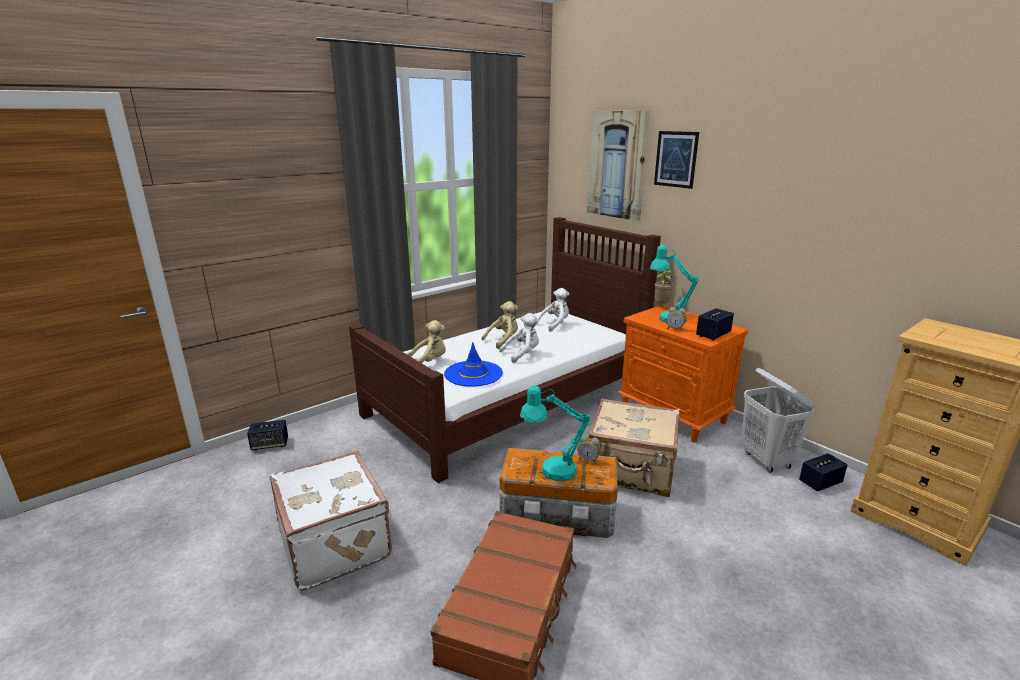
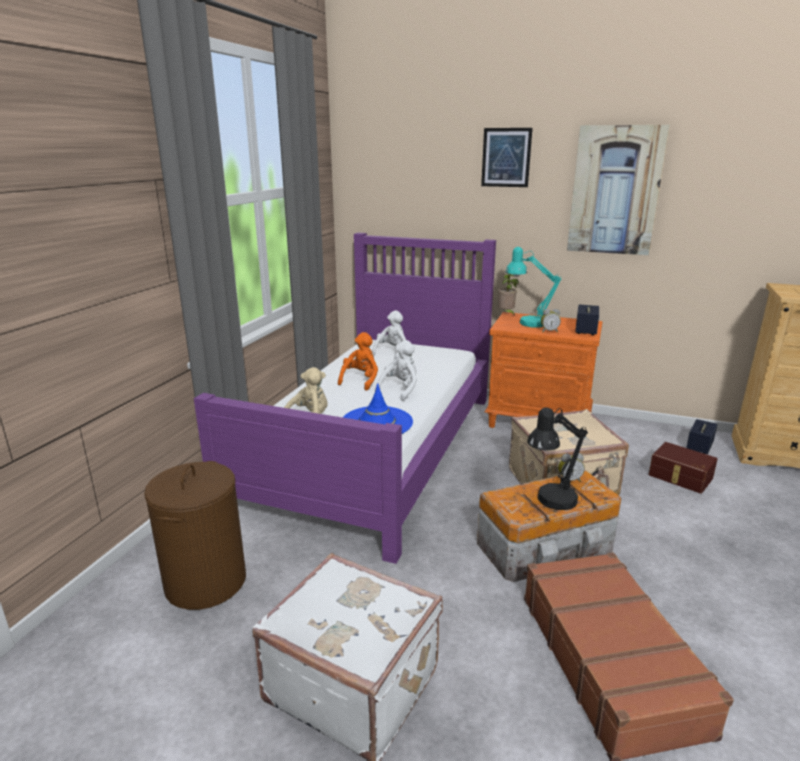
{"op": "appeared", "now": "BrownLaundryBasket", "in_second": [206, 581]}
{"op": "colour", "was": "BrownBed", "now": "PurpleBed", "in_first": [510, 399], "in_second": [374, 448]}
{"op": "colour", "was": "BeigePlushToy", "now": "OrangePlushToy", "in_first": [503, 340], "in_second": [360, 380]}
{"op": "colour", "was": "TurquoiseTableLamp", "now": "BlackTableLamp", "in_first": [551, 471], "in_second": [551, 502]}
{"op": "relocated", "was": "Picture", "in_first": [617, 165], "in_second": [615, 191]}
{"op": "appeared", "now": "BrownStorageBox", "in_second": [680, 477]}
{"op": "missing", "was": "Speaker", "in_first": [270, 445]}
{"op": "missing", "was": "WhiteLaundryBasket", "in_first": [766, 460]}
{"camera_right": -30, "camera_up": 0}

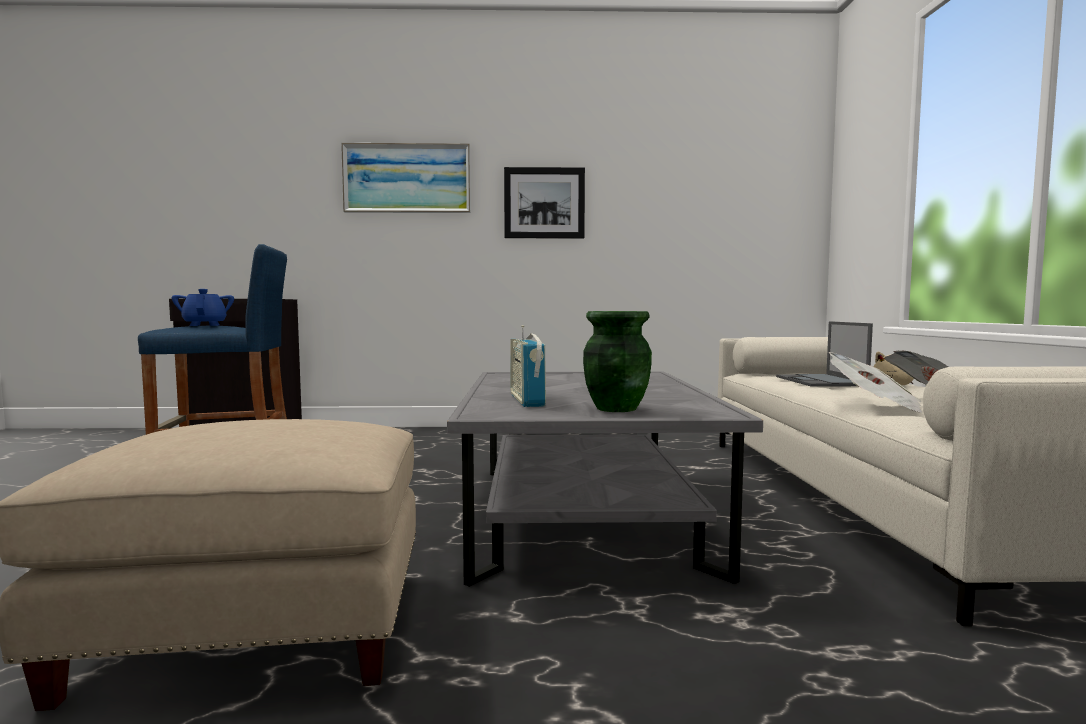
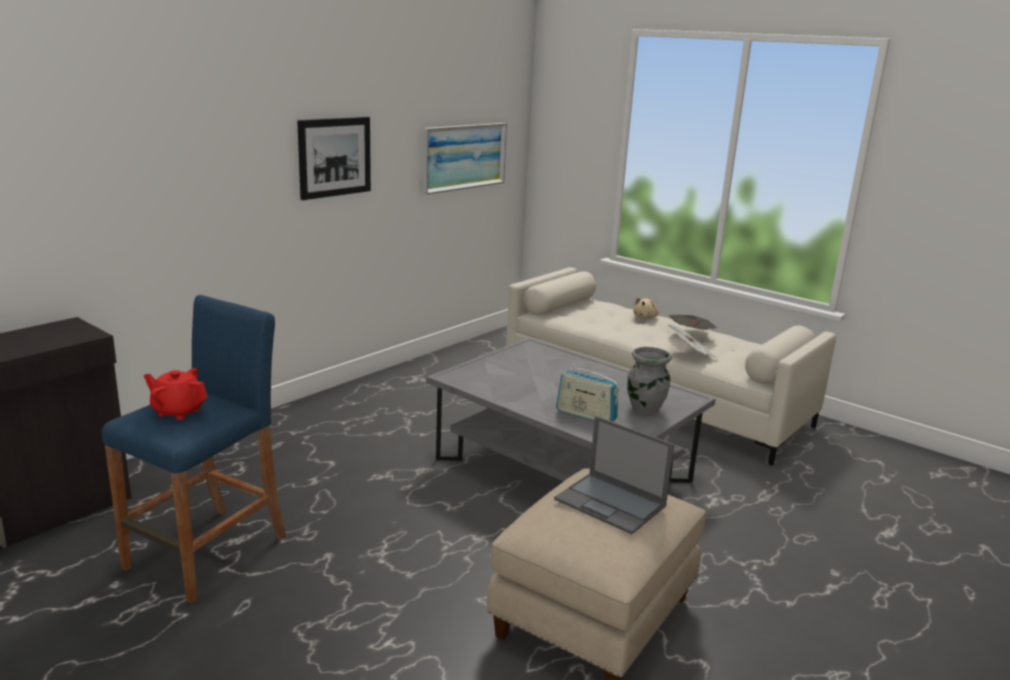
{"op": "colour", "was": "BlueTeapot", "now": "RedTeapot", "in_first": [205, 325], "in_second": [178, 411]}
{"op": "relocated", "was": "Picture", "in_first": [407, 178], "in_second": [464, 156]}
{"op": "relocated", "was": "Laptop", "in_first": [821, 381], "in_second": [611, 503]}
{"op": "colour", "was": "GreenVase", "now": "GreyVase", "in_first": [615, 408], "in_second": [644, 409]}
{"camera_right": -50, "camera_up": 15}

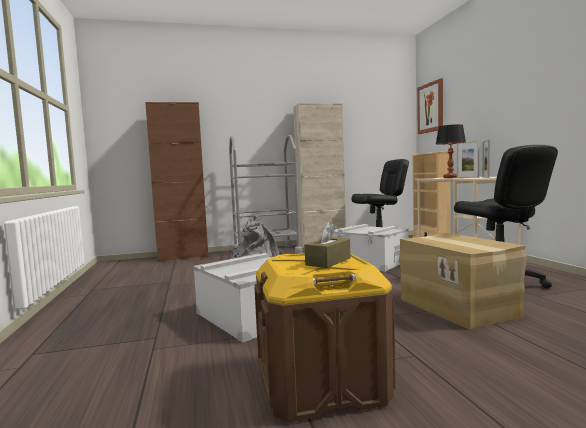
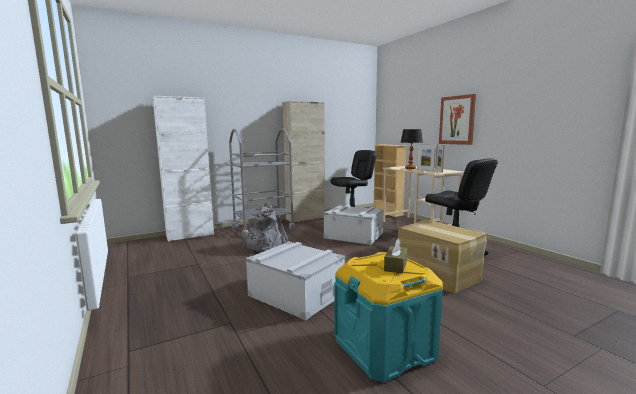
{"op": "colour", "was": "BrownCabinet", "now": "WhiteCabinet", "in_first": [183, 257], "in_second": [190, 235]}
{"op": "colour", "was": "BrownStorageBox", "now": "TurquoiseStorageBox", "in_first": [321, 383], "in_second": [385, 348]}
{"op": "relocated", "was": "Picture", "in_first": [430, 107], "in_second": [457, 120]}
{"camera_right": -15, "camera_up": 5}

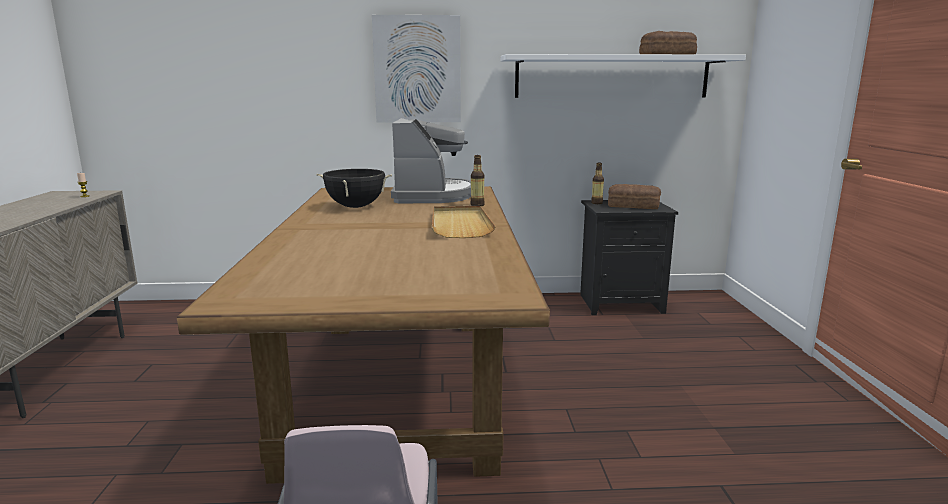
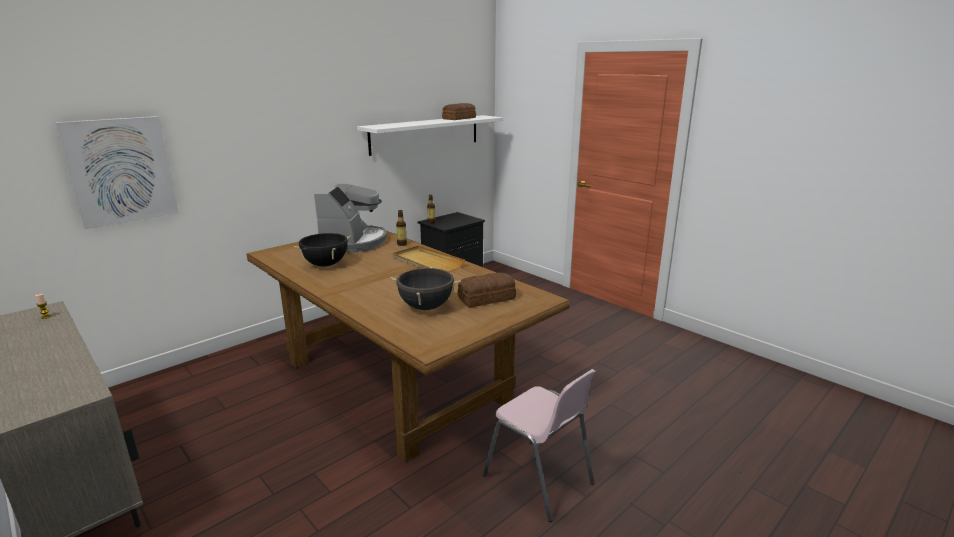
{"op": "relocated", "was": "Picture", "in_first": [417, 70], "in_second": [121, 171]}
{"op": "spun", "was": "CoffeeMachine", "in_first": [432, 195], "in_second": [353, 242], "clockwise": 45}
{"op": "appeared", "now": "BlackCookingPot", "in_second": [426, 307]}
{"op": "relocated", "was": "Bread", "in_first": [634, 206], "in_second": [487, 298]}
{"camera_right": -40, "camera_up": 5}

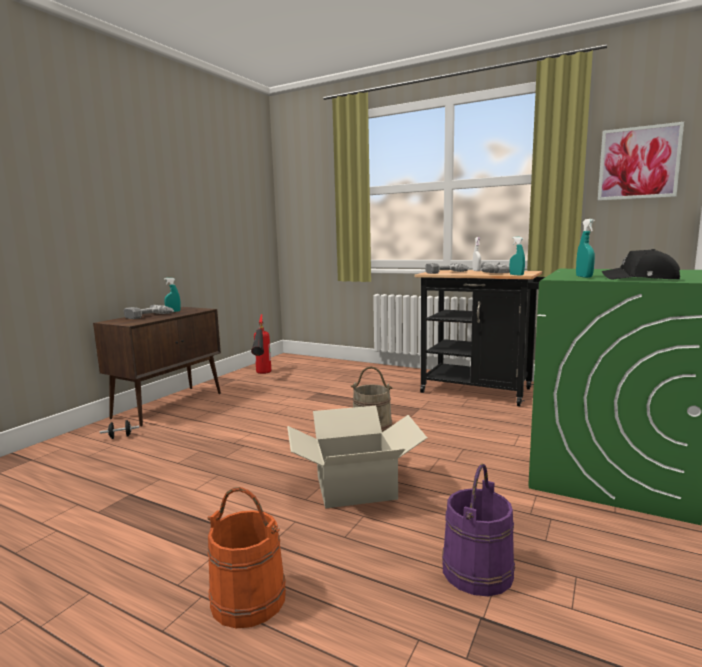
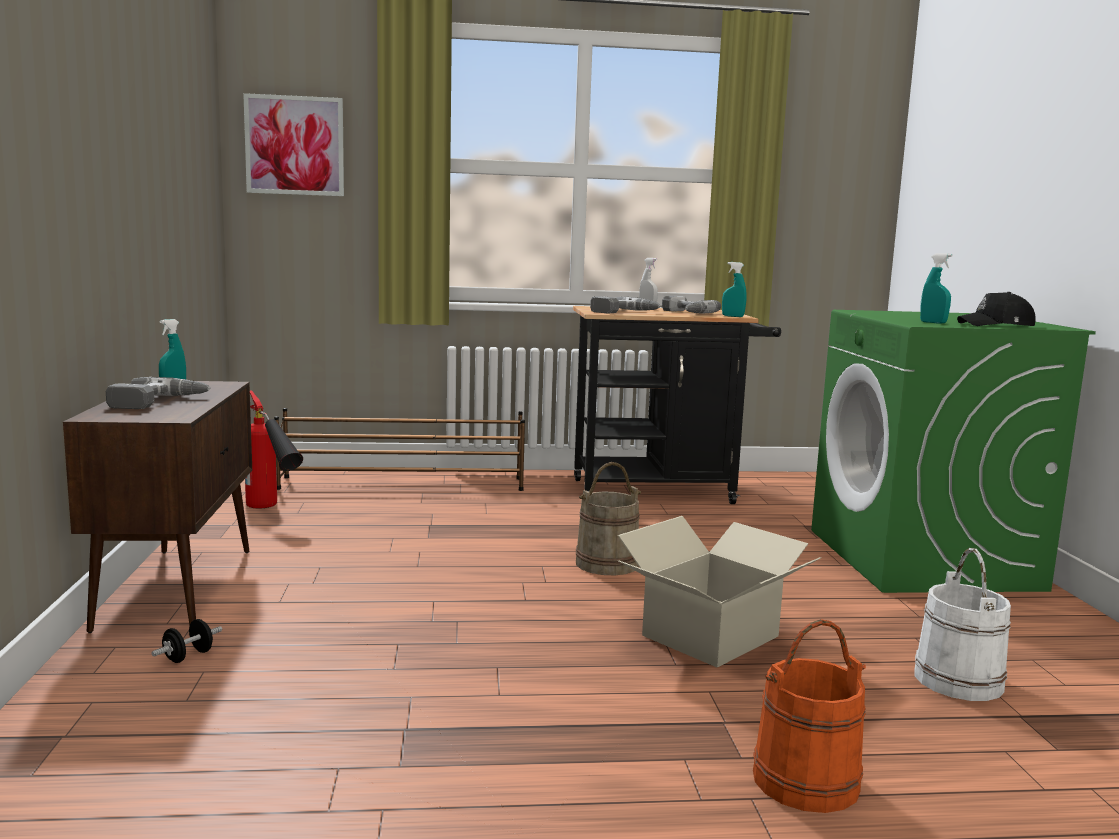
{"op": "relocated", "was": "Picture", "in_first": [638, 163], "in_second": [295, 145]}
{"op": "appeared", "now": "BrownShoeRack", "in_second": [404, 484]}
{"op": "colour", "was": "PurpleBucket", "now": "WhiteBucket", "in_first": [477, 571], "in_second": [959, 680]}
{"camera_right": -35, "camera_up": 0}

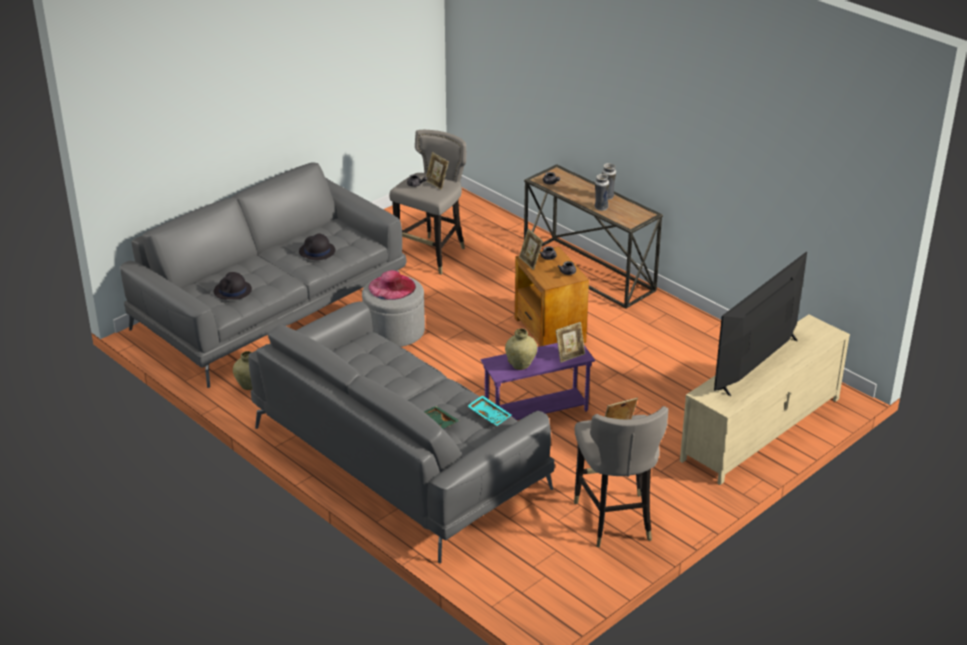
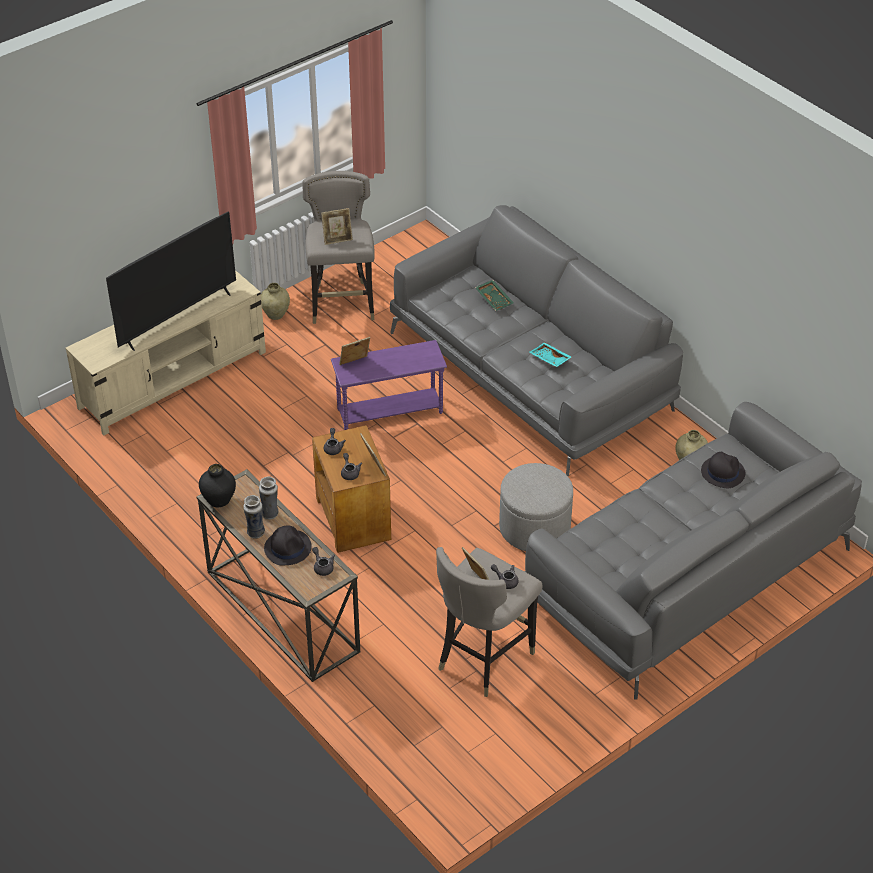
{"op": "appeared", "now": "BlackVase", "in_second": [219, 501]}
{"op": "relocated", "was": "BeigeVase", "in_first": [520, 365], "in_second": [275, 315]}
{"op": "relocated", "was": "BlackHat", "in_first": [317, 251], "in_second": [288, 548]}
{"op": "relocated", "was": "TurquoiseTray", "in_first": [489, 415], "in_second": [549, 359]}
{"op": "missing", "was": "PinkHat", "in_first": [392, 287]}
{"camera_right": -175, "camera_up": 10}

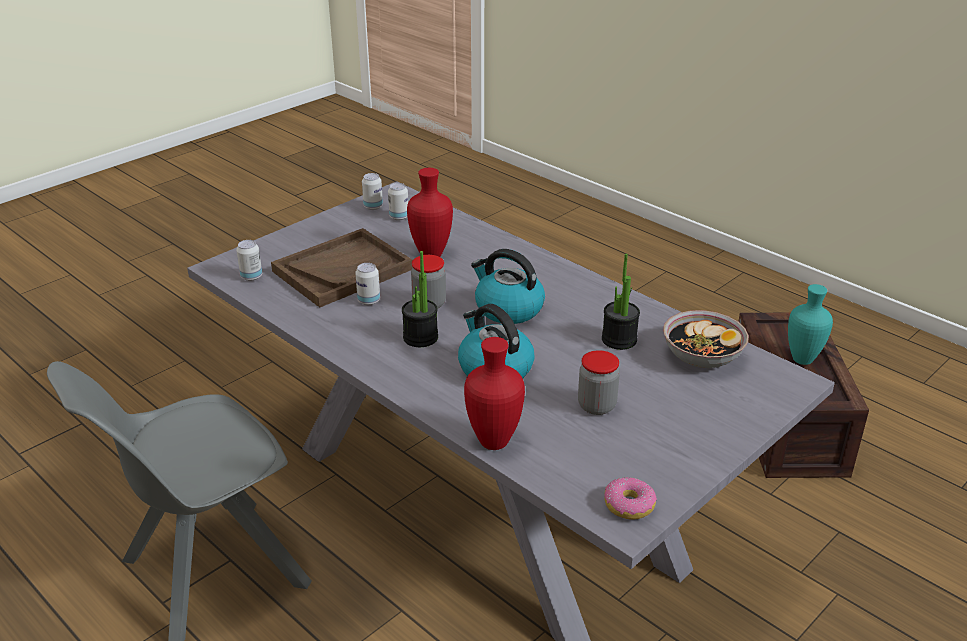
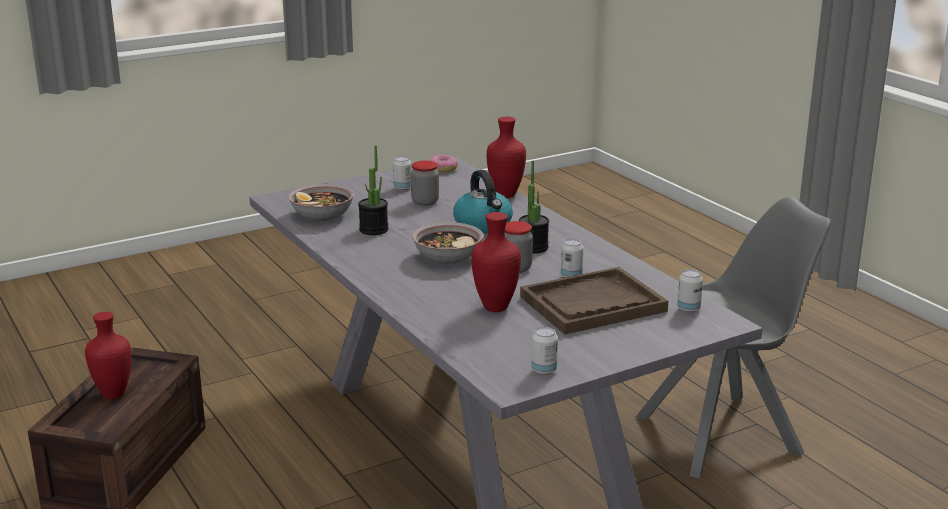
{"op": "colour", "was": "TurquoiseVase", "now": "RedVase", "in_first": [803, 360], "in_second": [114, 394]}
{"op": "relocated", "was": "Can", "in_first": [399, 217], "in_second": [402, 188]}
{"op": "exchanged", "was": "Kettle", "now": "Bowl", "in_first": [508, 309], "in_second": [448, 257]}
{"camera_right": -165, "camera_up": -10}

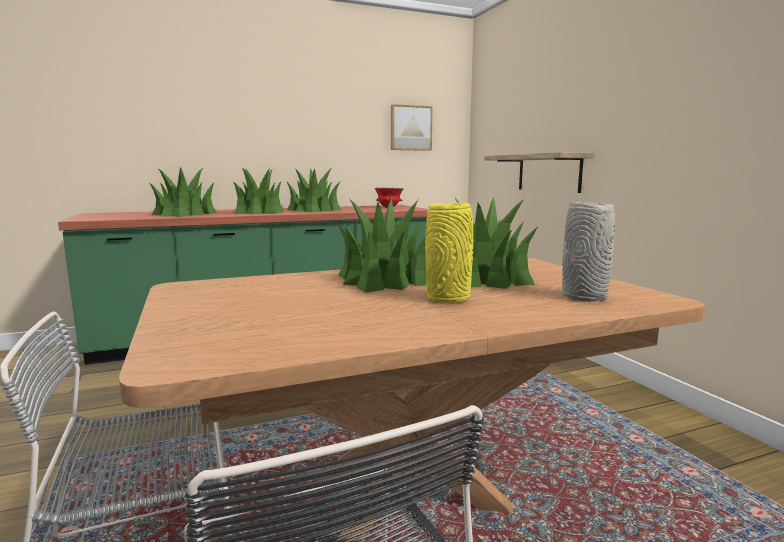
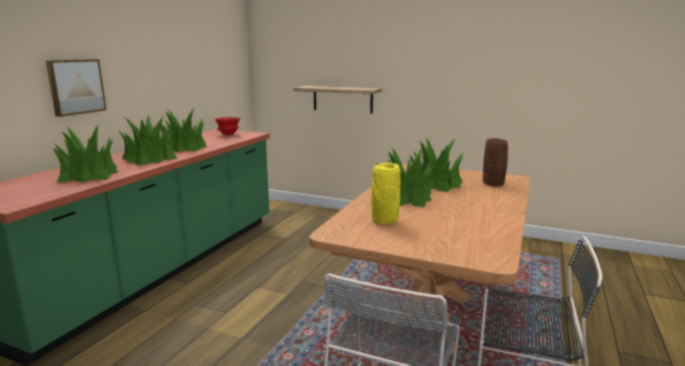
{"op": "relocated", "was": "Picture", "in_first": [410, 128], "in_second": [75, 86]}
{"op": "relocated", "was": "YellowVase", "in_first": [448, 298], "in_second": [384, 220]}
{"op": "colour", "was": "GreyVase", "now": "BrownVase", "in_first": [584, 297], "in_second": [493, 184]}
{"camera_right": -45, "camera_up": 5}

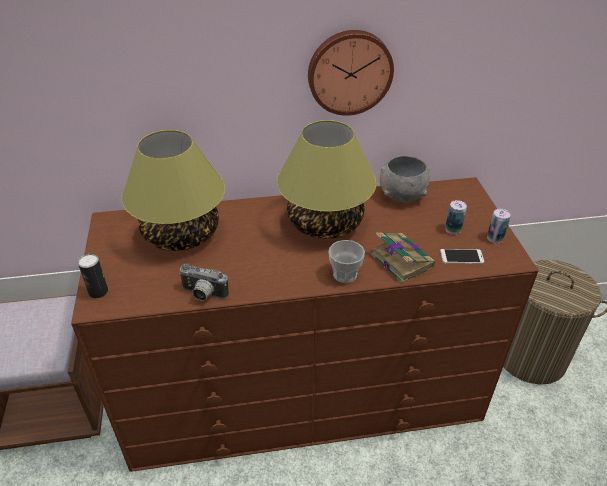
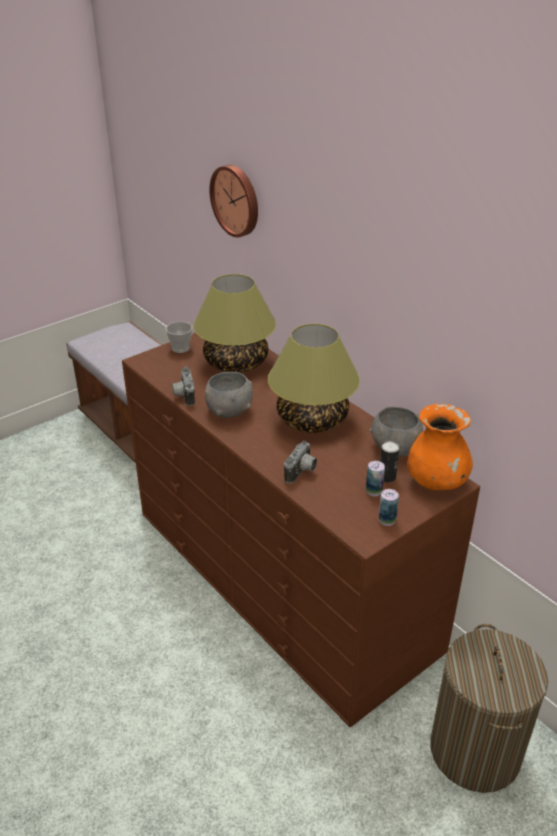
{"op": "relocated", "was": "Cup", "in_first": [345, 274], "in_second": [180, 348]}
{"op": "appeared", "now": "GreyBowl", "in_second": [230, 411]}
{"op": "relocated", "was": "WallClock", "in_first": [349, 72], "in_second": [236, 200]}
{"op": "exchanged", "was": "Book", "now": "PhotoCamera", "in_first": [401, 260], "in_second": [302, 472]}
{"op": "relocated", "was": "Can", "in_first": [98, 292], "in_second": [387, 477]}
{"op": "appeared", "now": "OrangeVase", "in_second": [436, 481]}
{"op": "missing", "was": "Phone", "in_first": [461, 257]}
{"camera_right": 60, "camera_up": -5}

